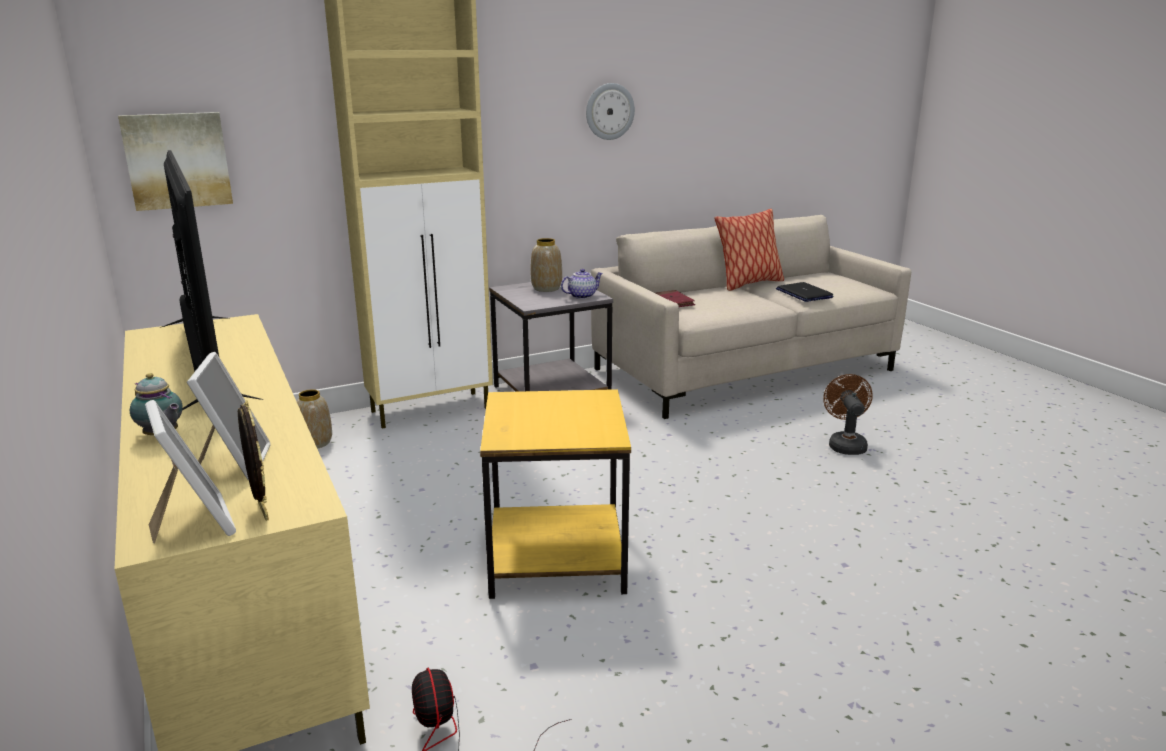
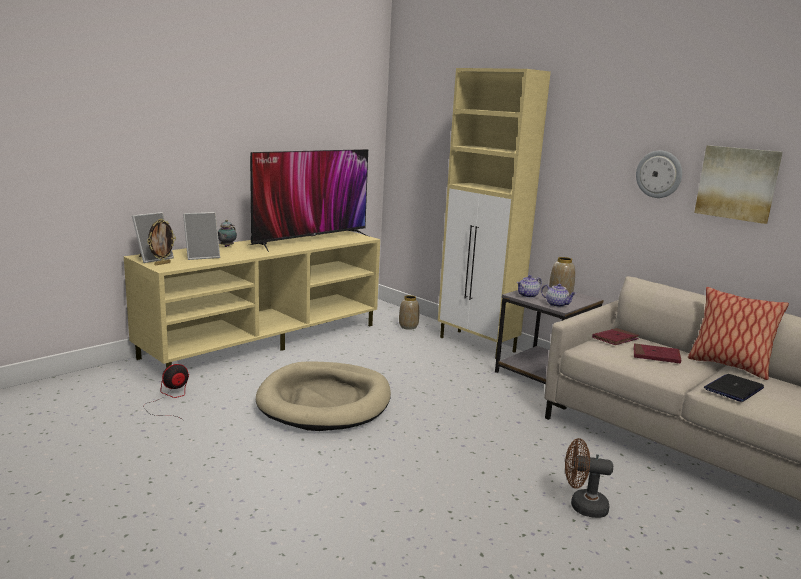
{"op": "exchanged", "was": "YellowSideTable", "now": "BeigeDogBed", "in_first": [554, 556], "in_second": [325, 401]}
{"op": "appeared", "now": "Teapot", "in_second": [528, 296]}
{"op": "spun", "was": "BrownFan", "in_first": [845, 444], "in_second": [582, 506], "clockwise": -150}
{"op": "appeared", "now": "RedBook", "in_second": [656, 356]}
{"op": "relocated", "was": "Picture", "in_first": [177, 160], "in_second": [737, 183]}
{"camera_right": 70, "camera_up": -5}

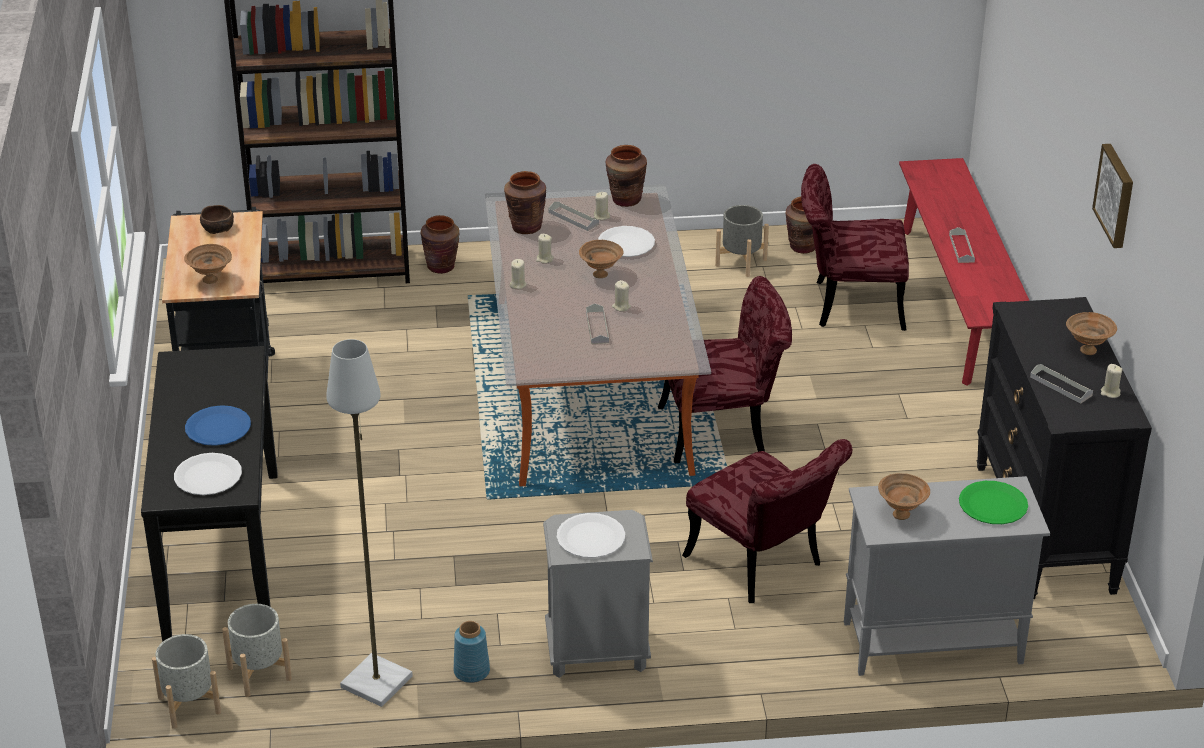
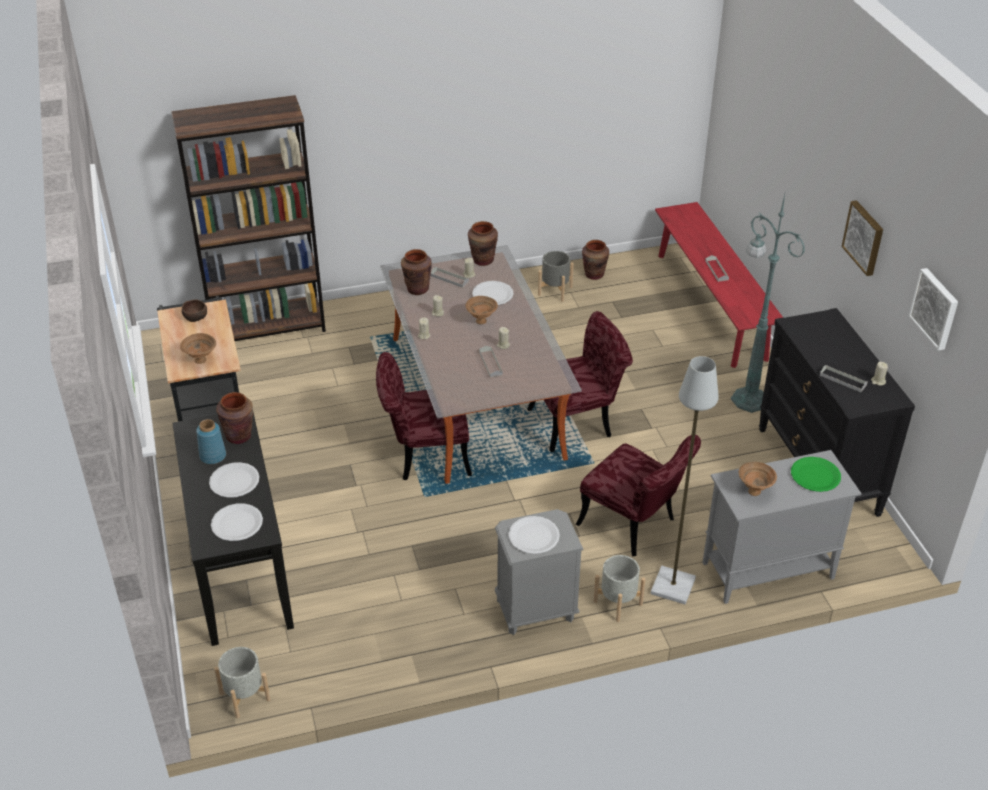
{"op": "relocated", "was": "BlueVase", "in_first": [471, 672], "in_second": [212, 456]}
{"op": "colour", "was": "BluePlate", "now": "WhitePlate", "in_first": [218, 427], "in_second": [234, 481]}
{"op": "relocated", "was": "BrownVase", "in_first": [441, 267], "in_second": [239, 436]}
{"op": "relocated", "was": "RedChair", "in_first": [847, 305], "in_second": [424, 456]}
{"op": "relocated", "was": "GreyPlanter", "in_first": [259, 673], "in_second": [617, 603]}
{"op": "relocated", "was": "GreyFloorLamp", "in_first": [376, 681], "in_second": [672, 585]}
{"op": "appeared", "now": "GreenFloorLamp", "in_second": [748, 398]}
{"op": "appeared", "now": "Picture", "in_second": [935, 308]}
{"op": "missing", "was": "BrownBowl", "in_first": [1086, 350]}
{"camera_right": -10, "camera_up": 5}

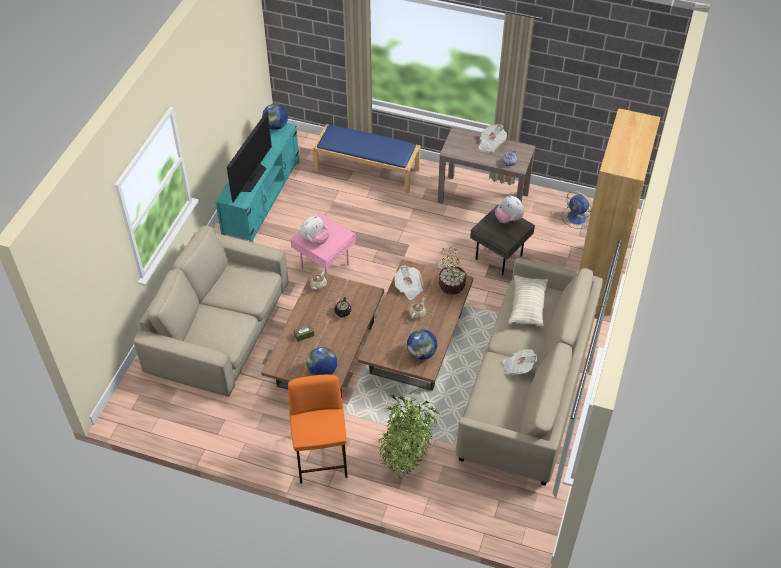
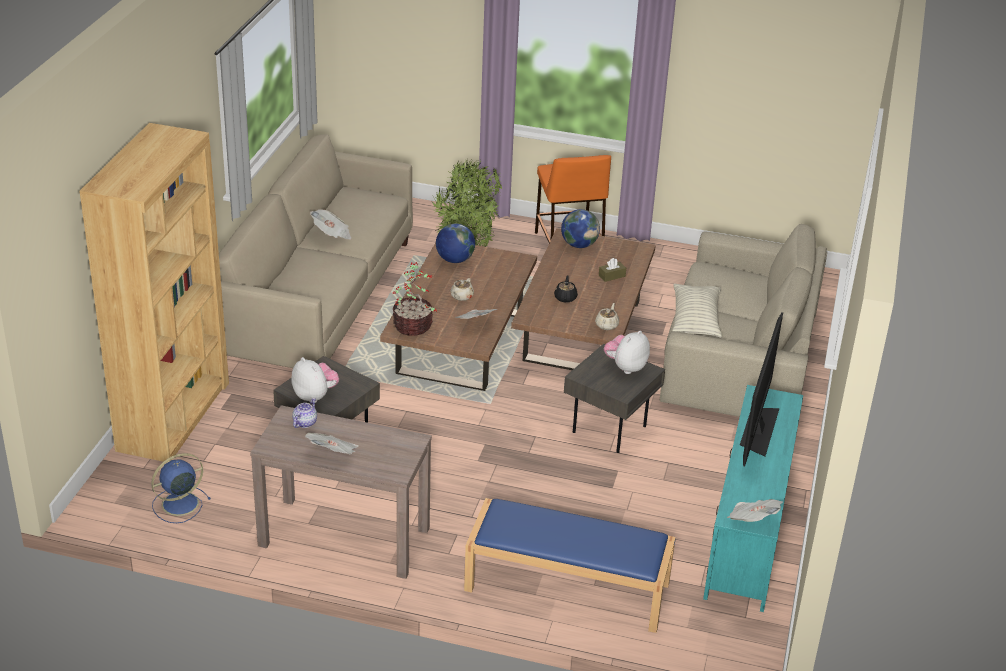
{"op": "spun", "was": "BlueFan", "in_first": [577, 218], "in_second": [178, 504], "clockwise": -75}
{"op": "colour", "was": "PinkSideTable", "now": "GreySideTable", "in_first": [325, 265], "in_second": [610, 430]}
{"op": "relocated", "was": "Pillow", "in_first": [527, 306], "in_second": [695, 320]}
{"op": "exchanged", "was": "Globe", "now": "Newspaper", "in_first": [276, 126], "in_second": [752, 520]}
{"camera_right": 175, "camera_up": -15}

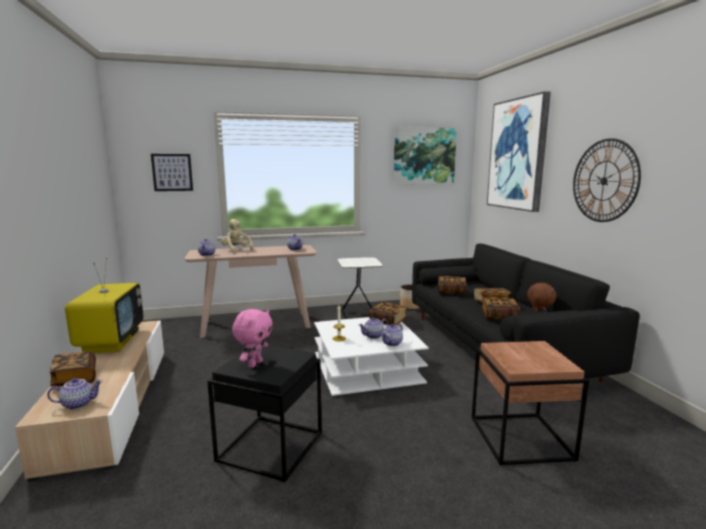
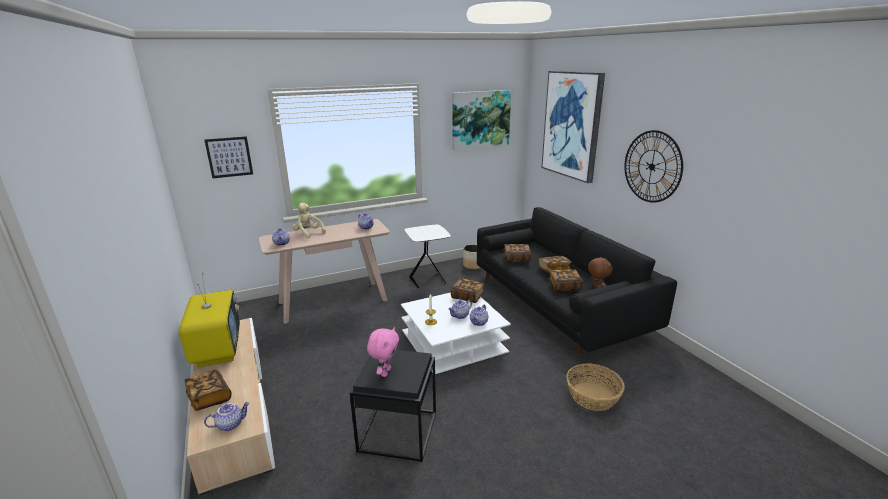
{"op": "exchanged", "was": "BrownSideTable", "now": "Basket", "in_first": [521, 439], "in_second": [593, 396]}
{"camera_right": -10, "camera_up": 10}

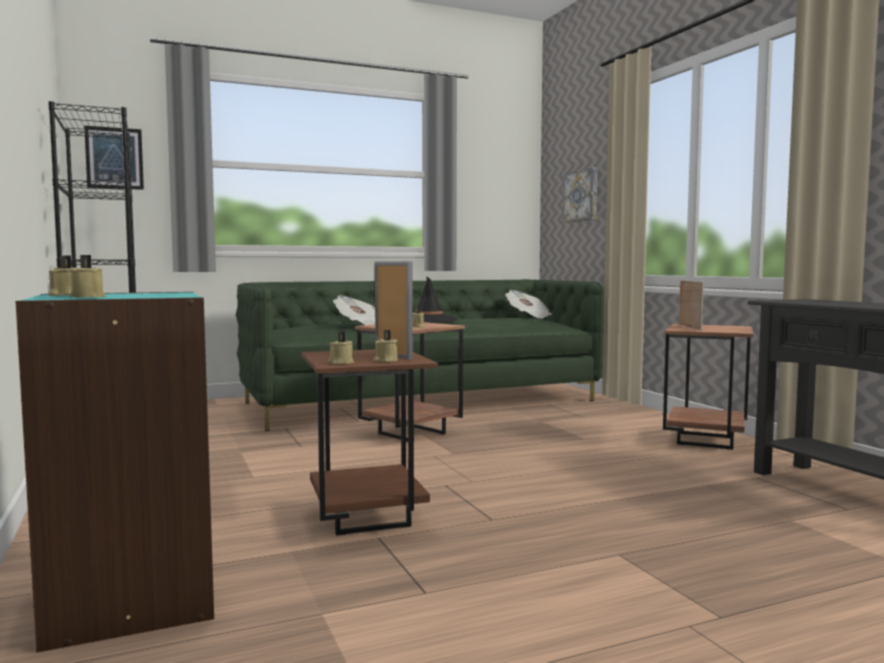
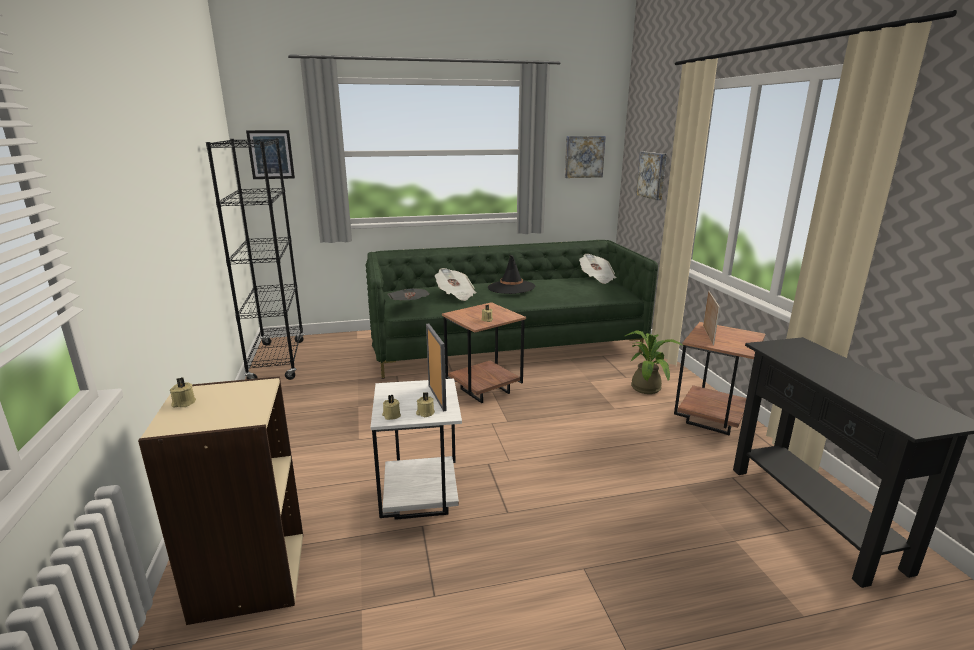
{"op": "colour", "was": "TurquoiseBookcase", "now": "BeigeBookcase", "in_first": [128, 598], "in_second": [248, 575]}
{"op": "colour", "was": "BrownSideTable", "now": "WhiteSideTable", "in_first": [365, 519], "in_second": [419, 502]}
{"op": "appeared", "now": "Newspaper", "in_second": [409, 306]}
{"op": "appeared", "now": "Picture", "in_second": [583, 156]}
{"op": "appeared", "now": "PottedPlant", "in_second": [646, 387]}
{"op": "missing", "was": "BeigeCandle", "in_first": [87, 297]}
{"camera_right": 10, "camera_up": 15}

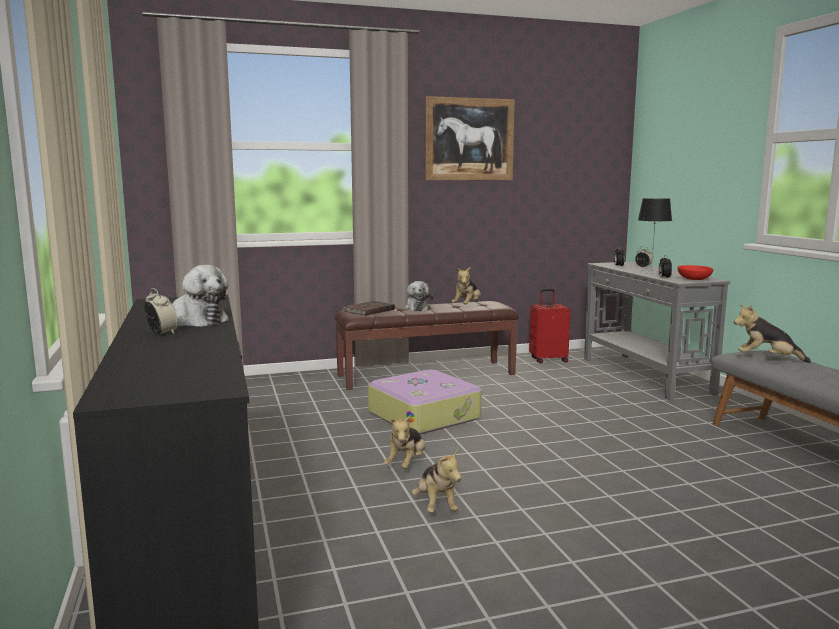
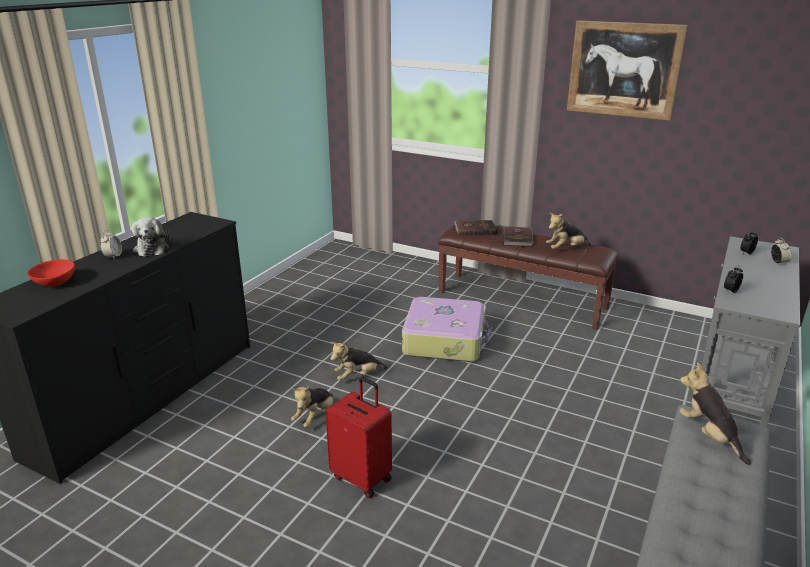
{"op": "relocated", "was": "RedBowl", "in_first": [694, 279], "in_second": [54, 282]}
{"op": "relocated", "was": "RedSuitcase", "in_first": [548, 360], "in_second": [362, 477]}
{"op": "exchanged", "was": "PlushToy", "now": "BrownBook", "in_first": [417, 308], "in_second": [518, 238]}
{"op": "missing", "was": "TableLamp", "in_first": [651, 272]}
{"camera_right": 45, "camera_up": 15}

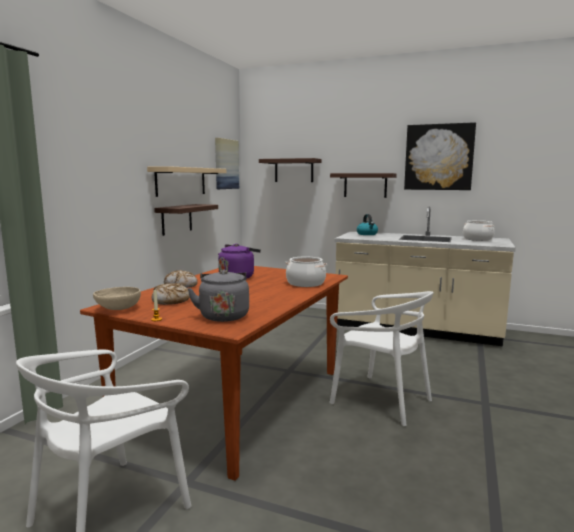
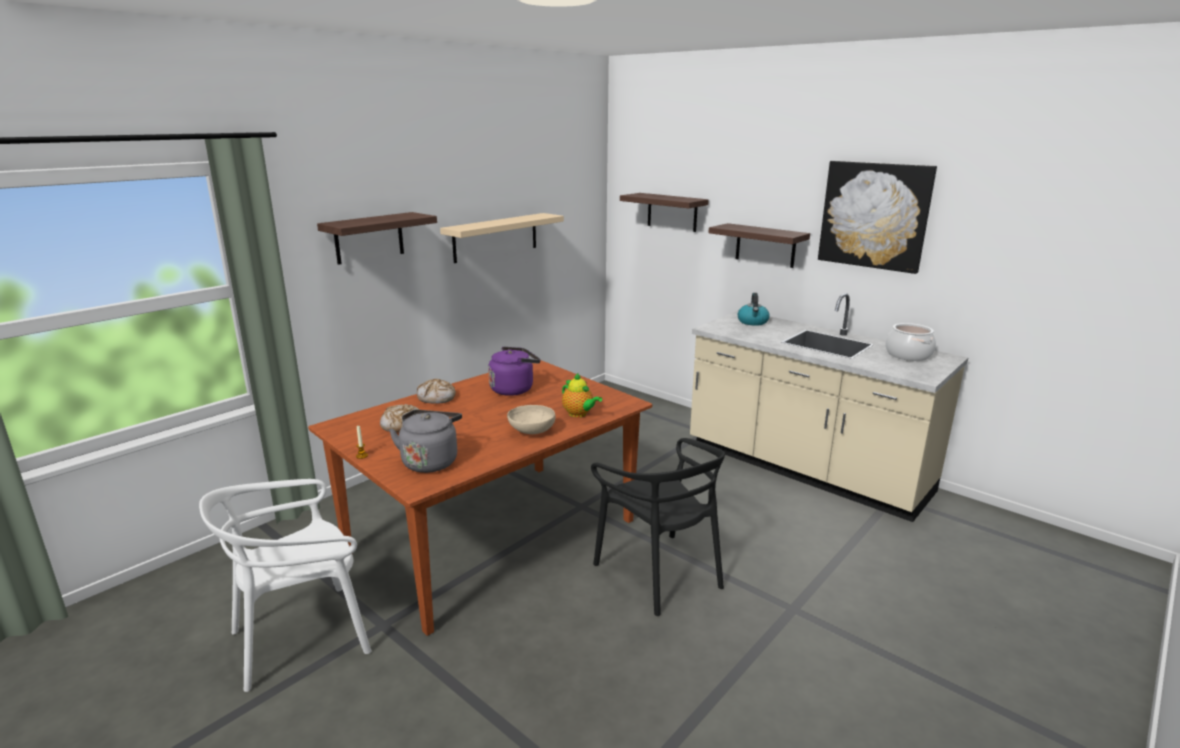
{"op": "relocated", "was": "Shelf", "in_first": [176, 219], "in_second": [369, 238]}
{"op": "relocated", "was": "BeigeBowl", "in_first": [118, 309], "in_second": [531, 431]}
{"op": "exchanged", "was": "CookingPot", "now": "Teapot", "in_first": [305, 283], "in_second": [579, 414]}
{"op": "colour", "was": "WhiteChair", "now": "BlackChair", "in_first": [381, 400], "in_second": [659, 573]}
{"op": "missing", "was": "Picture", "in_first": [226, 164]}
{"camera_right": 20, "camera_up": 10}

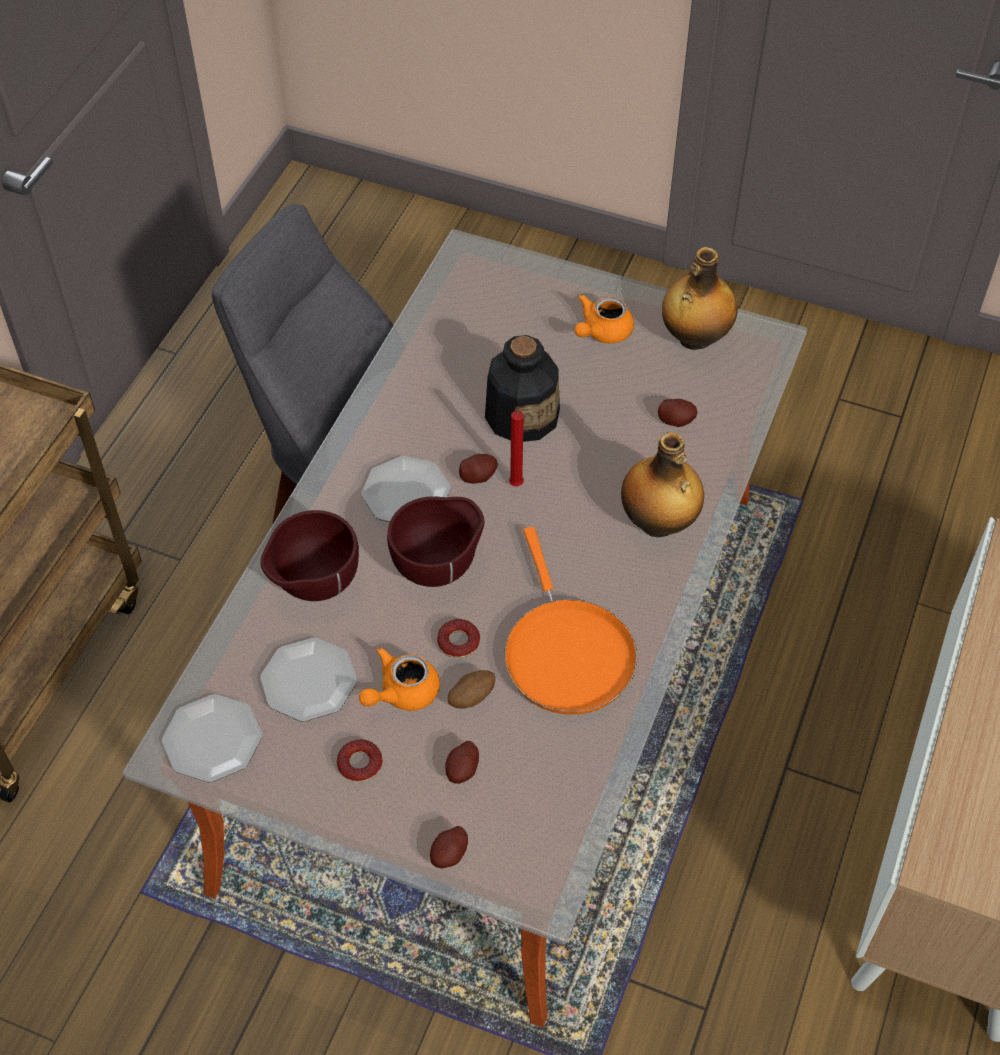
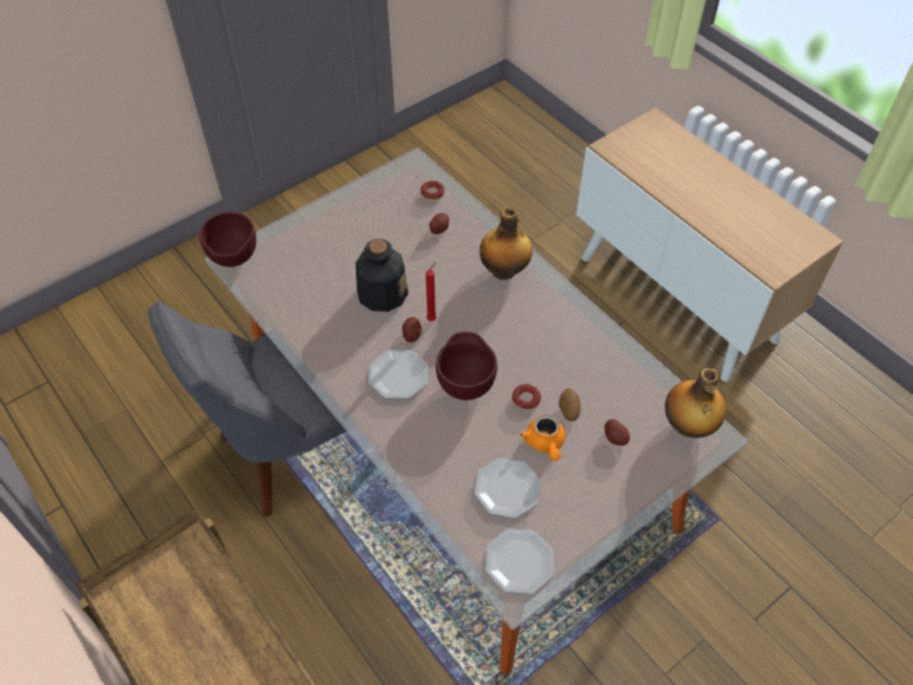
{"op": "relocated", "was": "BrownBowl", "in_first": [314, 586], "in_second": [234, 261]}
{"op": "relocated", "was": "Donut", "in_first": [360, 764], "in_second": [432, 193]}
{"op": "relocated", "was": "Bottle", "in_first": [694, 338], "in_second": [687, 426]}
{"op": "missing", "was": "Potato", "in_first": [449, 854]}
{"op": "missing", "was": "OrangeFryingPan", "in_first": [566, 653]}
{"op": "missing", "was": "OrangeTeapot", "in_first": [602, 332]}
{"camera_right": -60, "camera_up": 0}

